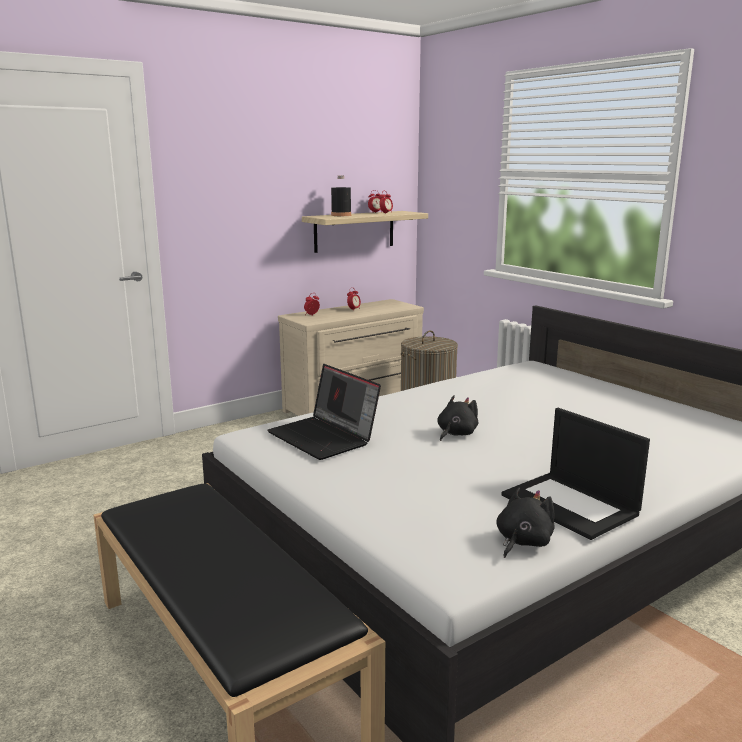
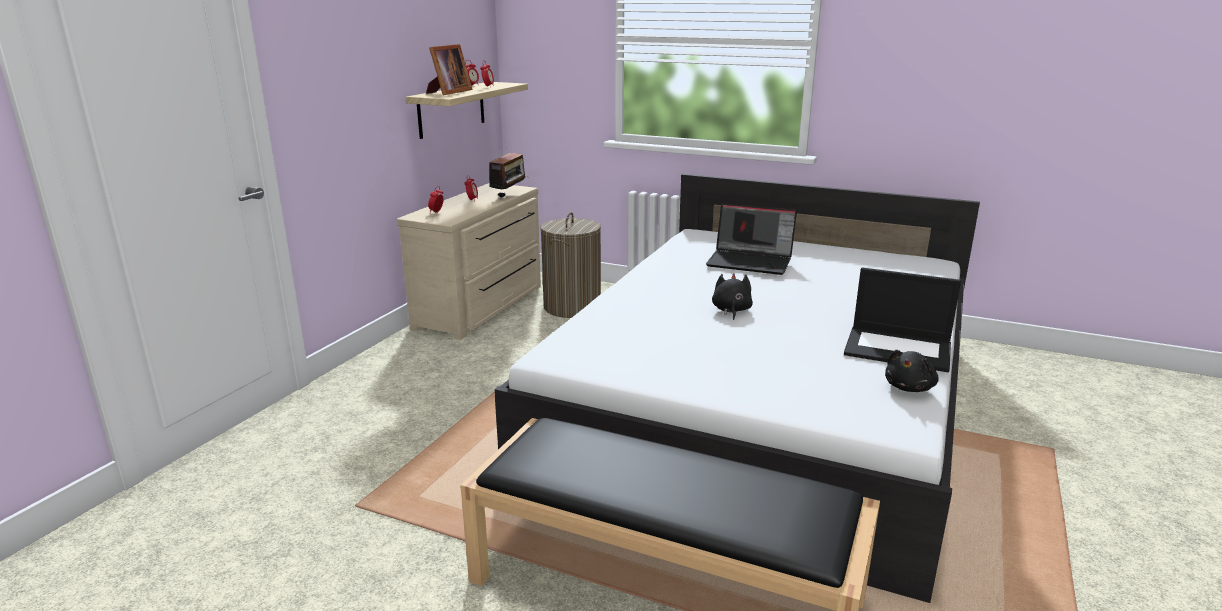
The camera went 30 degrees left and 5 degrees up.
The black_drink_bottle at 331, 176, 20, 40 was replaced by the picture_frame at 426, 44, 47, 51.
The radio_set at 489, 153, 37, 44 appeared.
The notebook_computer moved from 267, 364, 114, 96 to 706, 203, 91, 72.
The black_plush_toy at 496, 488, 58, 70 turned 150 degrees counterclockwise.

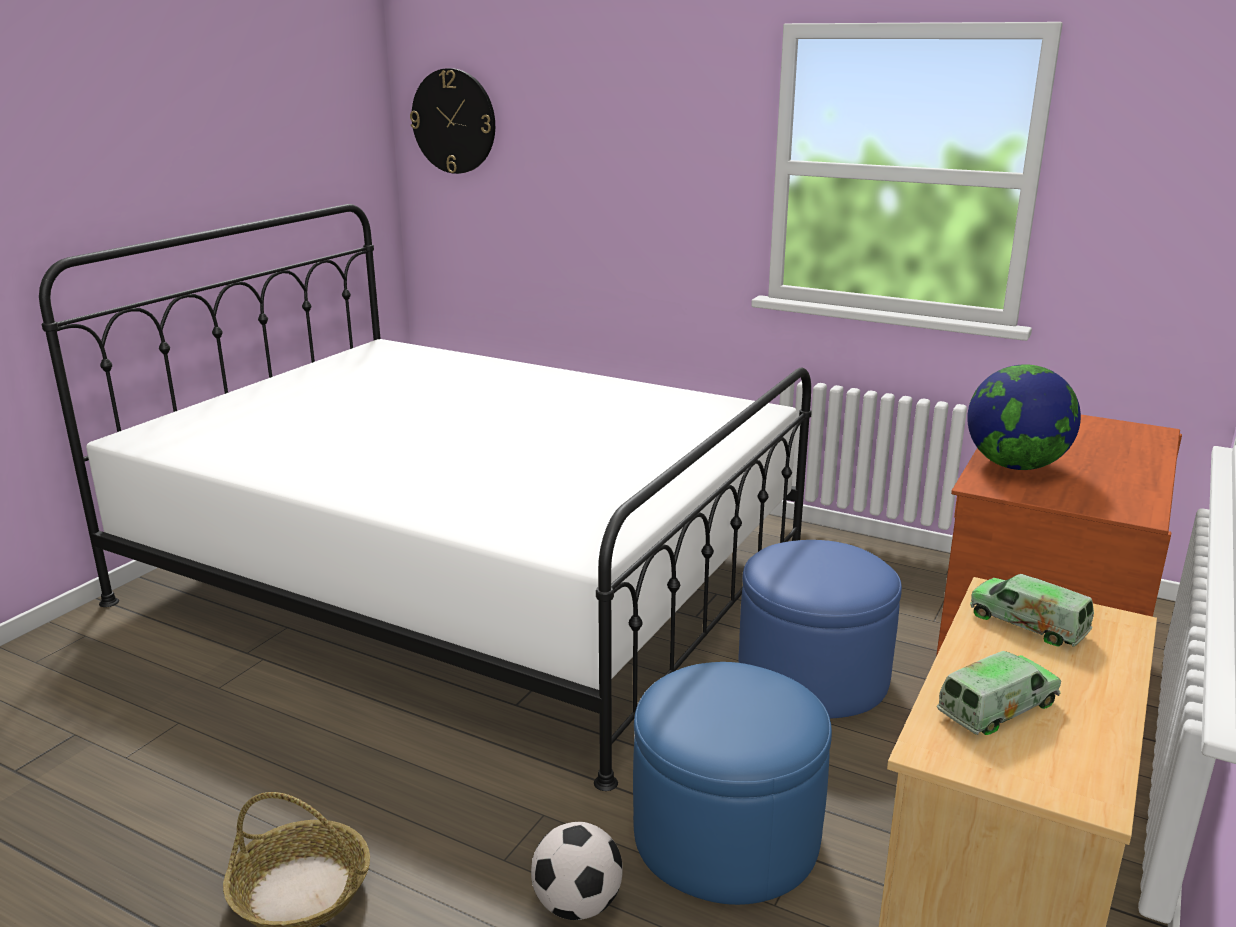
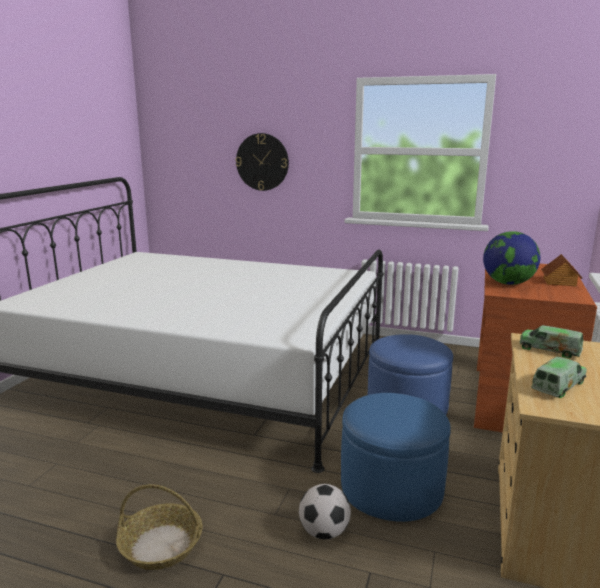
The camera went 10 degrees left and 5 degrees down.
The hanging_clock moved from 410, 68, 85, 106 to 236, 133, 53, 58.
The model_house at 541, 254, 41, 33 appeared.

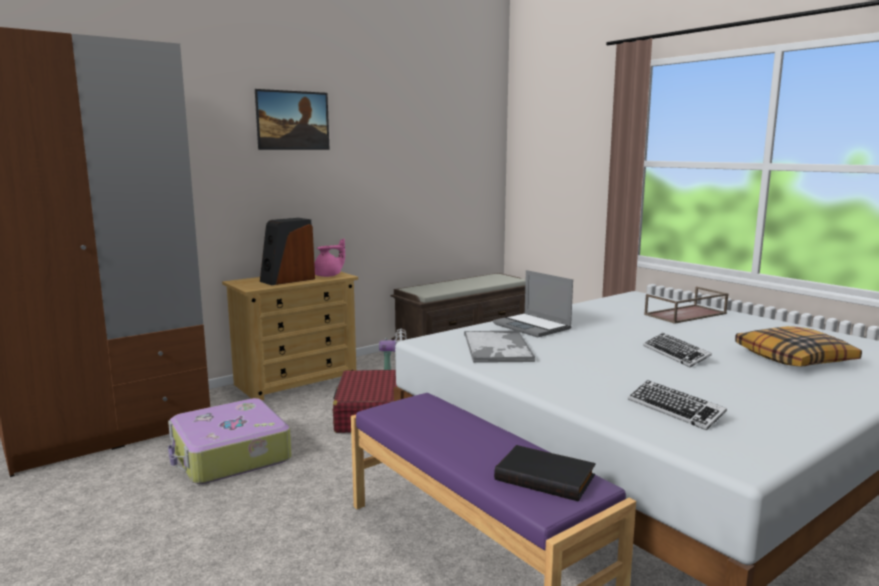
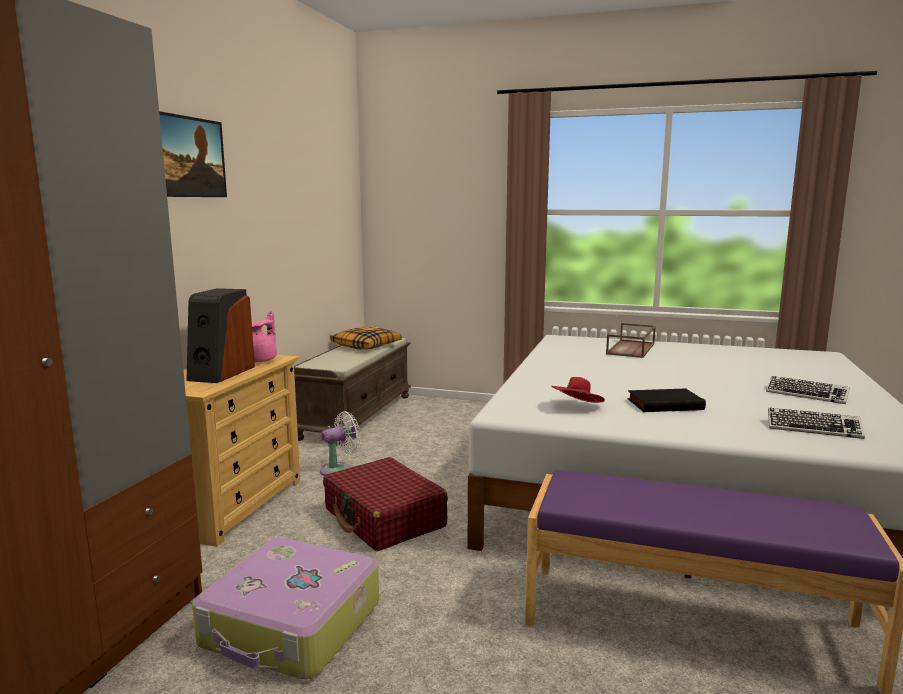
The camera went 35 degrees left and 0 degrees up.
The throw_pillow moved from 735, 326, 127, 40 to 330, 326, 71, 23.
The carrying_tray at 464, 330, 71, 33 was replaced by the red_hat at 551, 377, 54, 26.
The black_bound_book moved from 494, 445, 102, 56 to 627, 389, 79, 23.
The keyboard moved from 643, 333, 69, 34 to 766, 376, 84, 28.
The notebook_computer at 493, 270, 80, 67 disappeared.

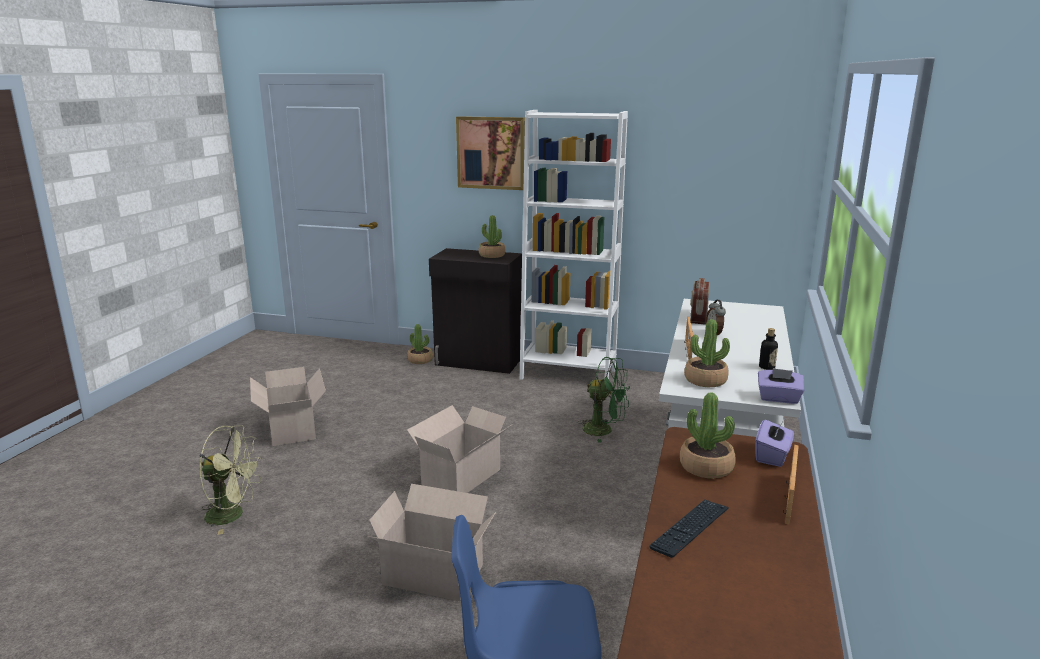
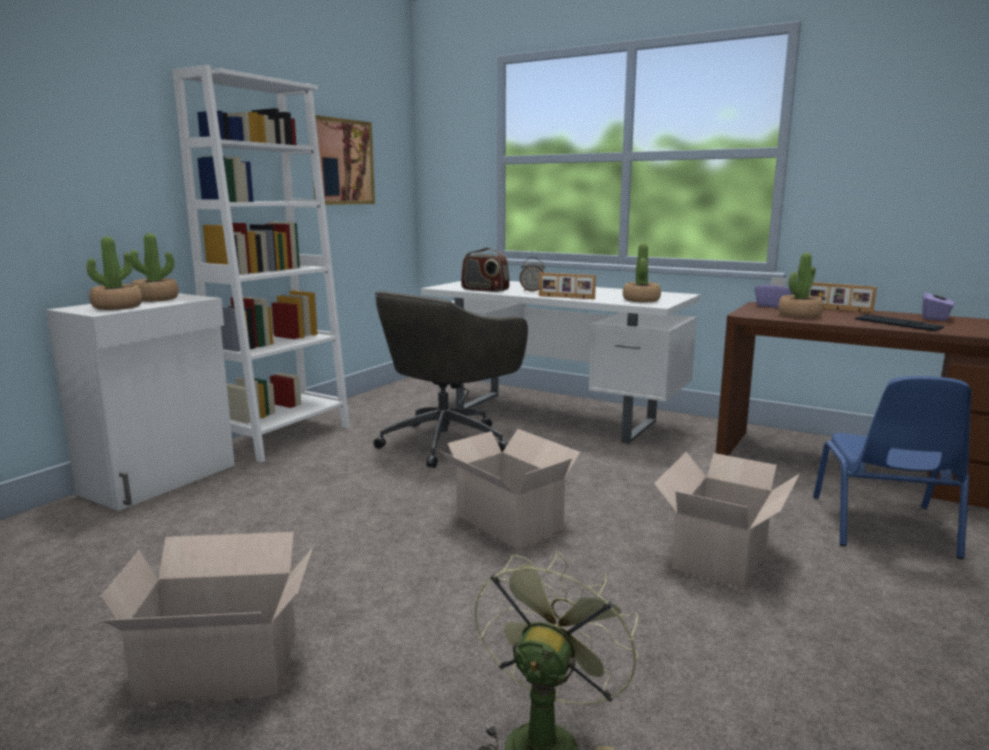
The camera went 75 degrees left and 5 degrees down.
The black_storage_cabinet at 429, 248, 93, 126 became the white_storage_cabinet at 46, 293, 189, 218.
The potted_plant moved from 407, 324, 26, 40 to 86, 236, 56, 74.
The wall_picture moved from 456, 116, 69, 74 to 313, 115, 62, 90.
The green-coloured_electric_fan at 578, 357, 52, 86 was replaced by the greyish_office_chair at 373, 291, 155, 177.
The purple-coloured_tissue_holder moved from 758, 368, 47, 36 to 922, 288, 32, 33.
The drink_bottle at 759, 328, 19, 42 disappeared.

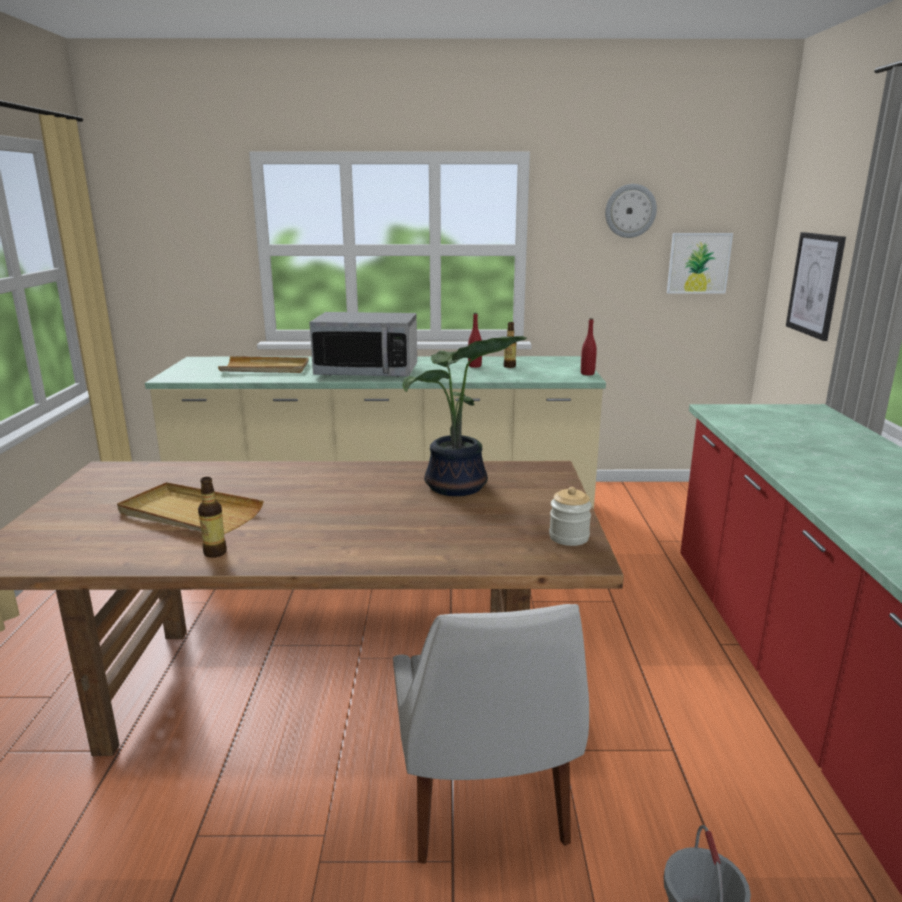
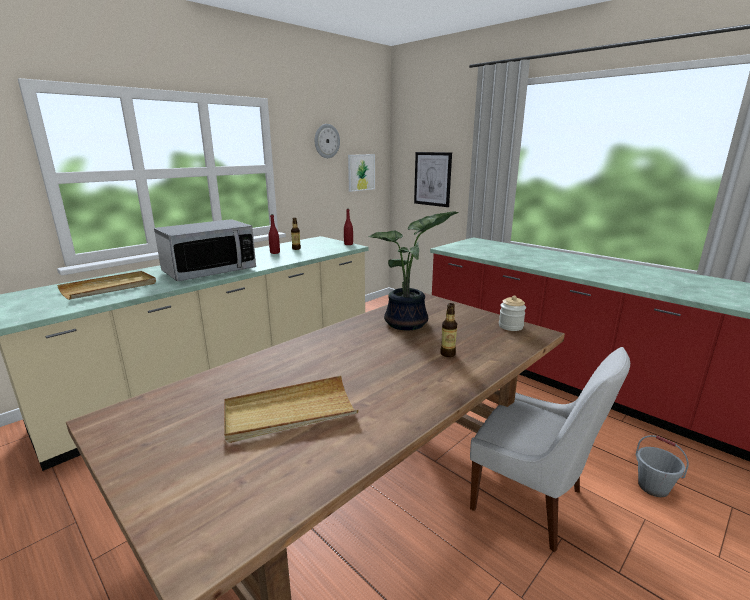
The camera went 45 degrees left and 0 degrees up.
The drink_bottle moved from 198, 477, 29, 81 to 440, 303, 17, 54.

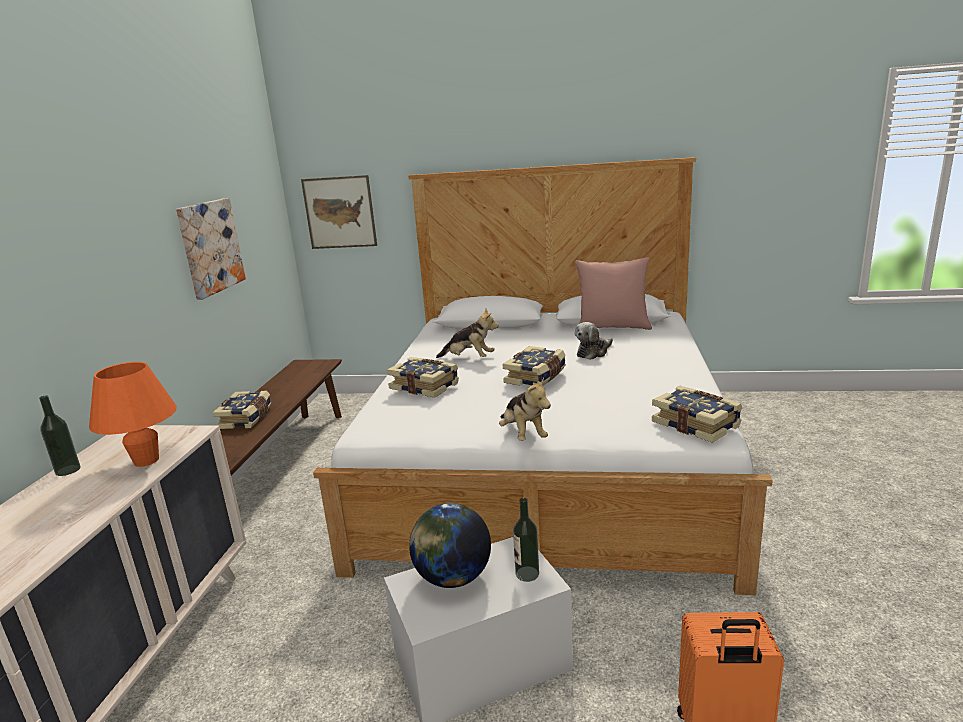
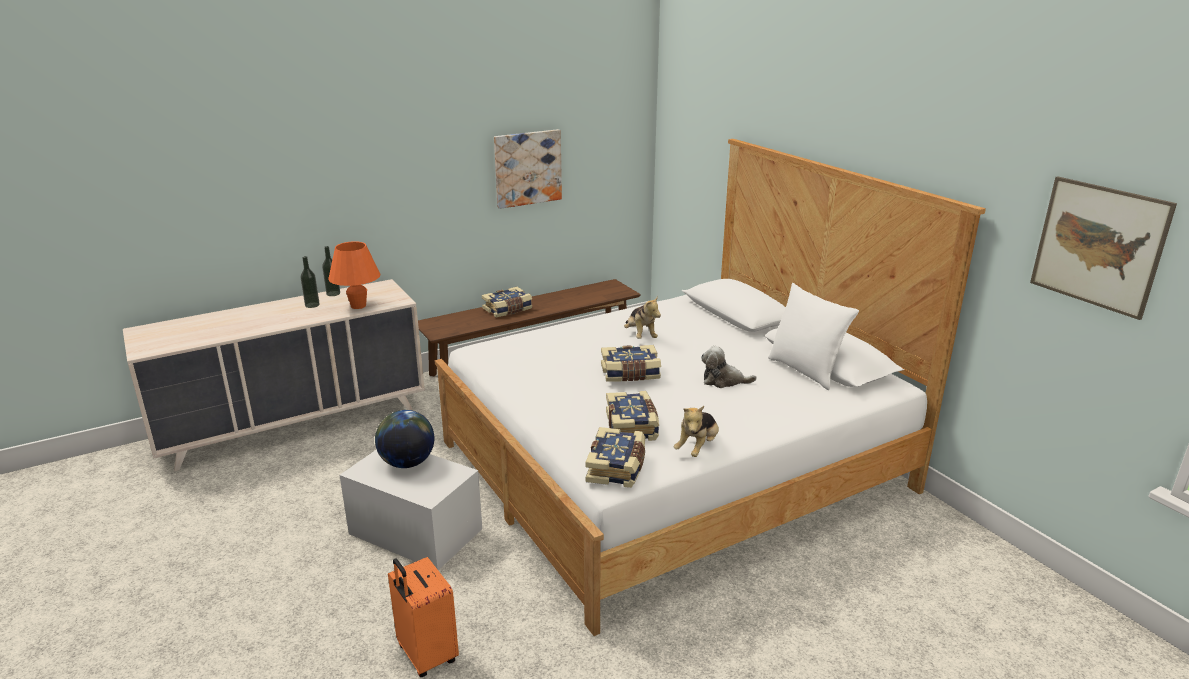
The camera went 50 degrees right and 5 degrees up.
The drink_bottle moved from 513, 498, 26, 84 to 301, 256, 19, 52.
The bound_book moved from 387, 357, 72, 41 to 606, 391, 53, 50.
The plush_toy moved from 499, 377, 52, 64 to 673, 406, 46, 51.
The pinkish_throw_pillow at 575, 258, 77, 72 became the white_throw_pillow at 768, 283, 91, 107.
The wall_picture moved from 301, 175, 76, 74 to 1030, 176, 147, 144.

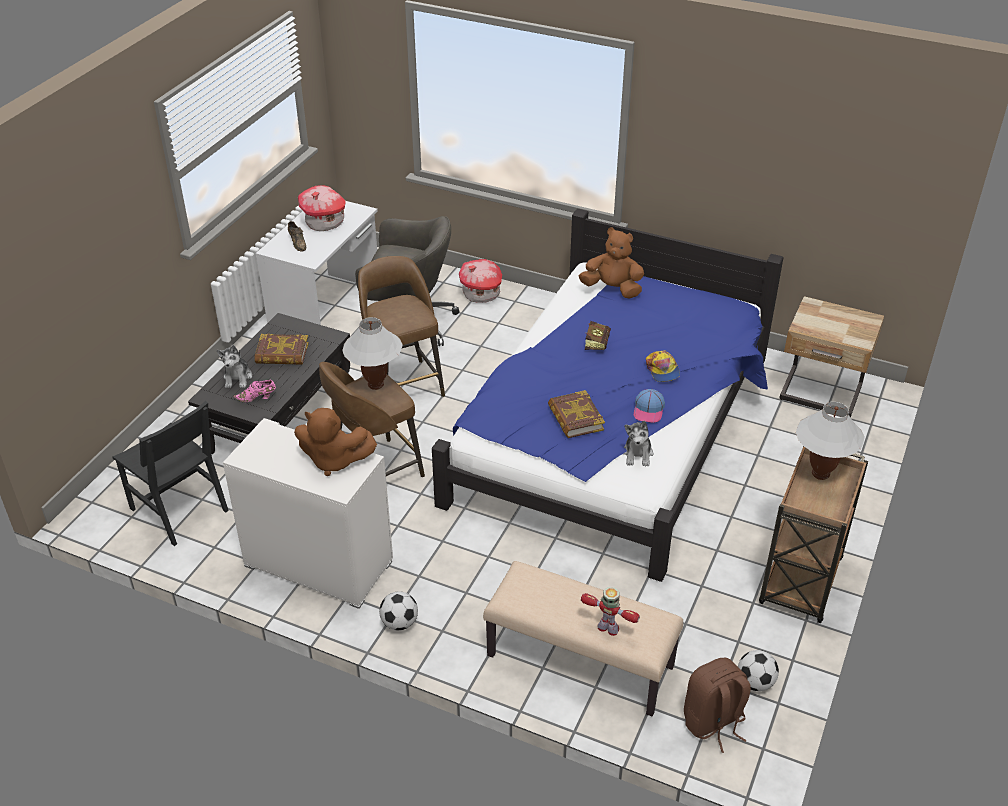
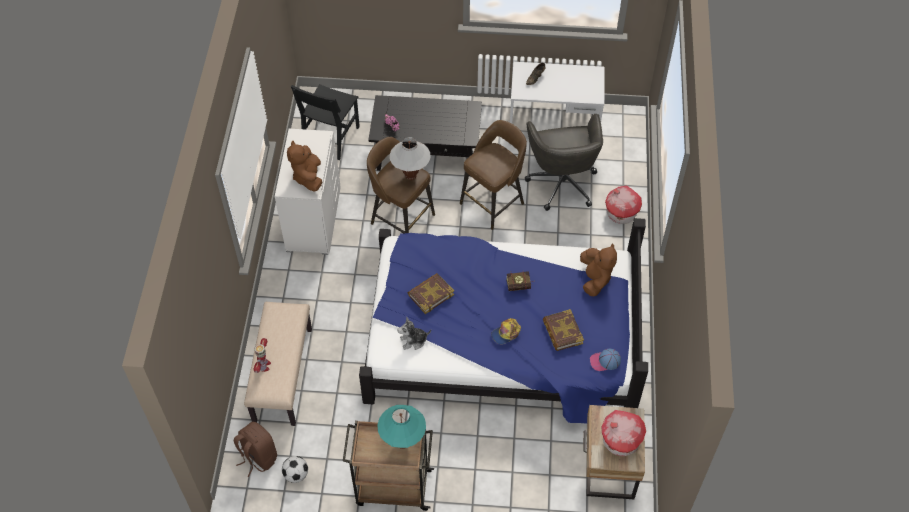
The camera went 70 degrees right and 15 degrees up.
The white_lamp_for_a_table at 796, 402, 69, 78 became the blue-green_lamp_for_a_table at 377, 405, 49, 44.
The bound_book moved from 255, 333, 54, 32 to 543, 309, 41, 42.
The cap moved from 634, 389, 31, 34 to 590, 348, 31, 23.
The model_house moved from 298, 185, 48, 46 to 601, 410, 45, 46.
The plush_toy at 216, 345, 36, 43 disappeared.
The football_ball at 379, 591, 39, 39 disappeared.

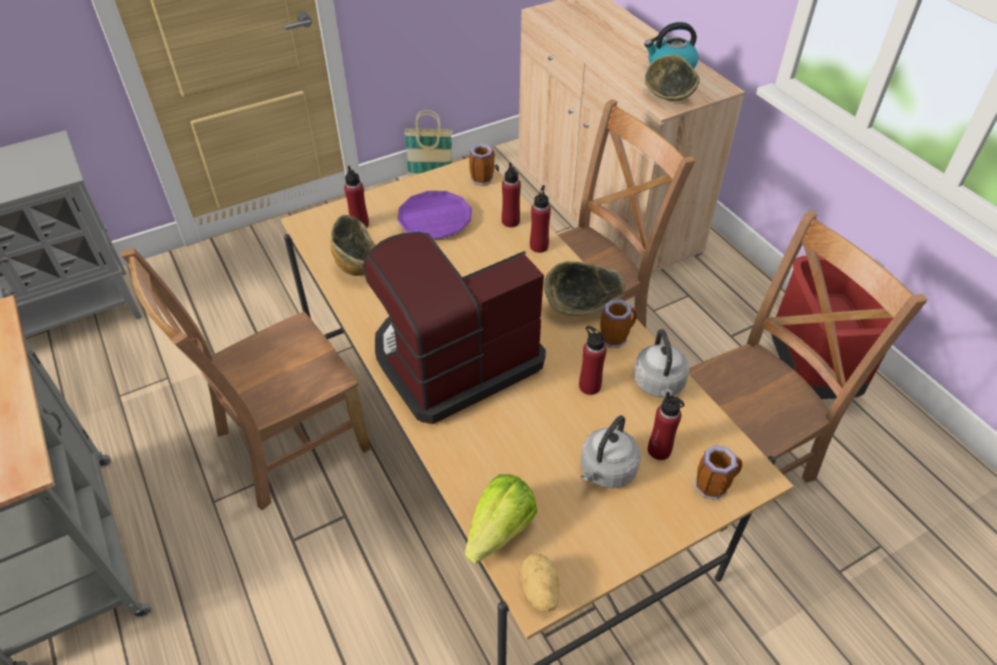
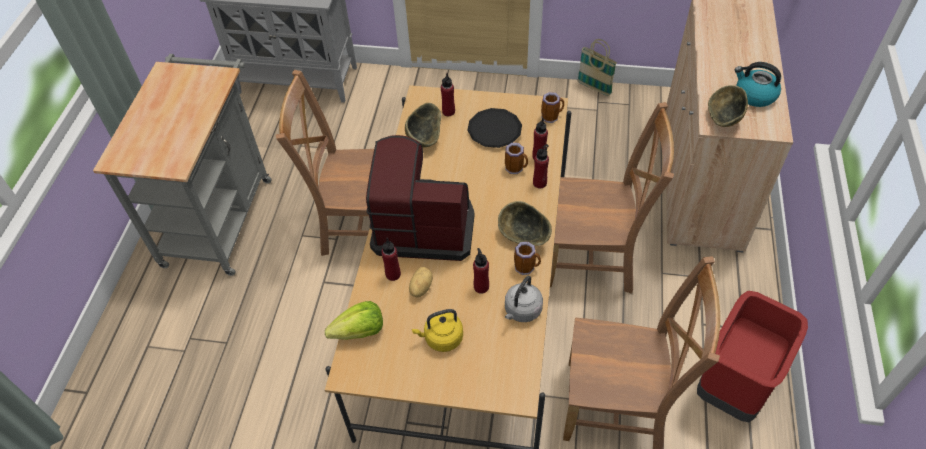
The camera went 40 degrees right and 5 degrees up.
The red_drink_bottle moved from 648, 392, 36, 68 to 381, 237, 20, 44.
The spud moved from 521, 554, 38, 58 to 409, 267, 24, 30.
The greyish_kettle at 580, 415, 61, 73 became the yellow_kettle at 412, 309, 51, 43.
The purple-coloured_plate at 397, 191, 75, 48 became the black_plate at 467, 108, 55, 40.
The coffee_mug moved from 695, 445, 47, 55 to 505, 143, 23, 31.

